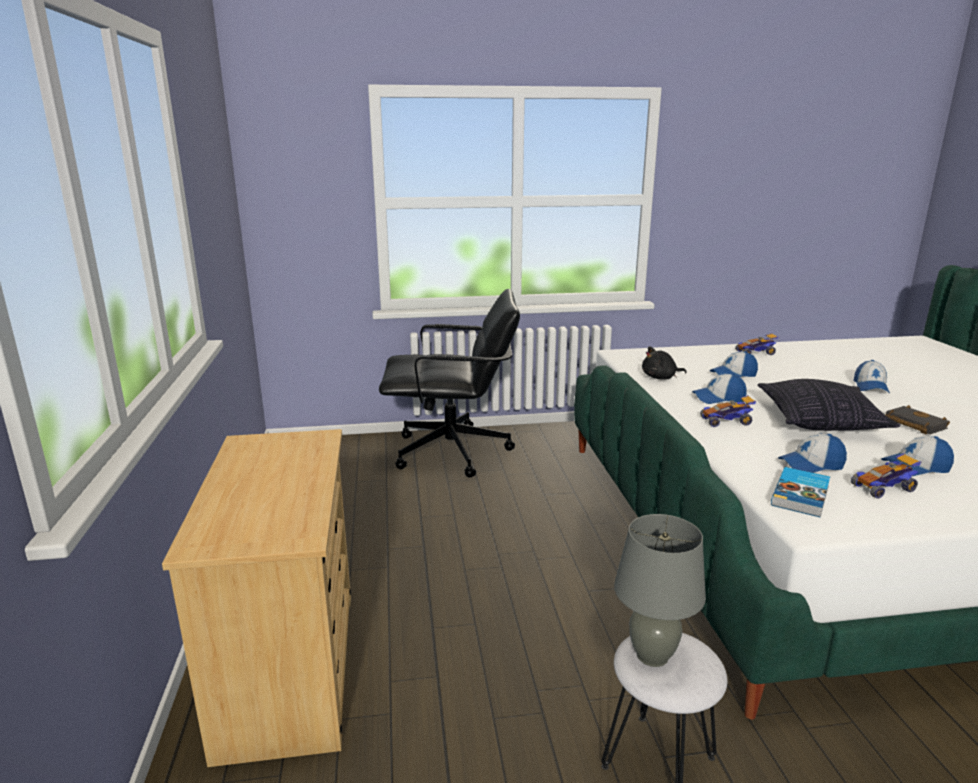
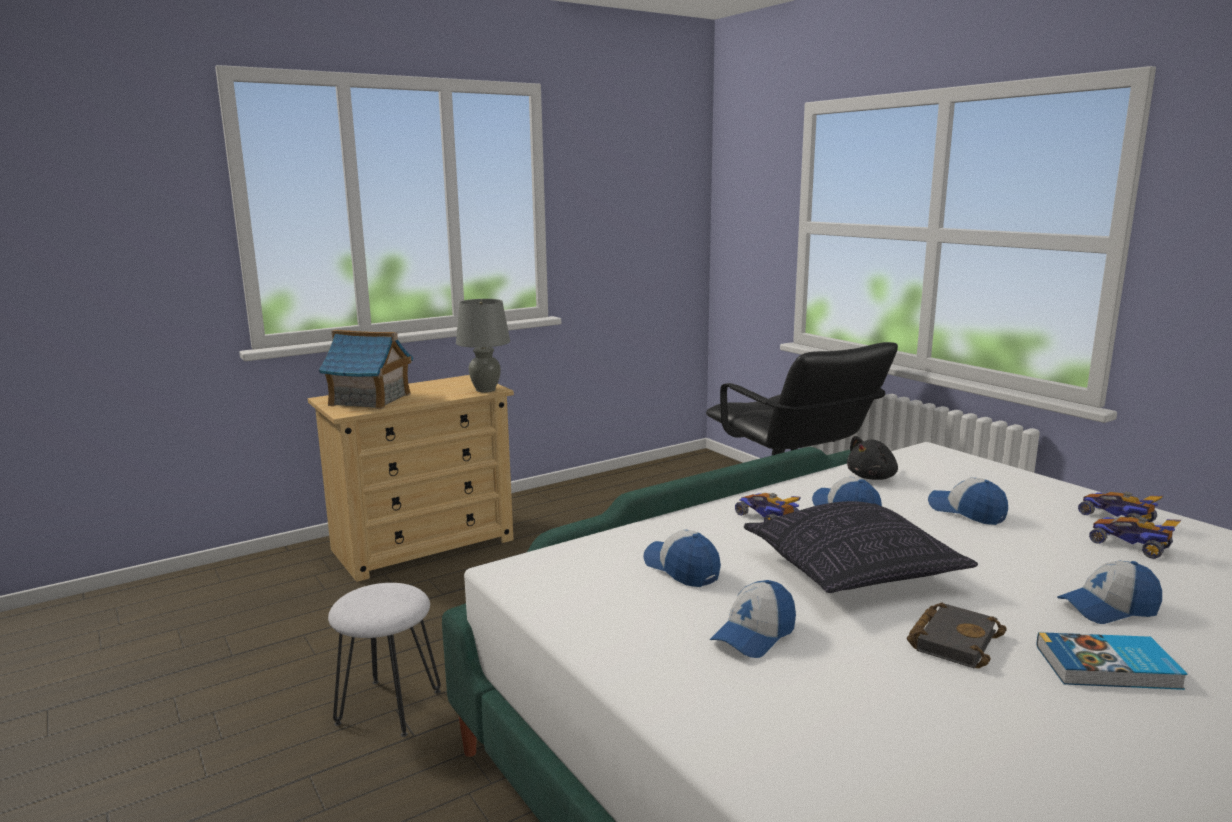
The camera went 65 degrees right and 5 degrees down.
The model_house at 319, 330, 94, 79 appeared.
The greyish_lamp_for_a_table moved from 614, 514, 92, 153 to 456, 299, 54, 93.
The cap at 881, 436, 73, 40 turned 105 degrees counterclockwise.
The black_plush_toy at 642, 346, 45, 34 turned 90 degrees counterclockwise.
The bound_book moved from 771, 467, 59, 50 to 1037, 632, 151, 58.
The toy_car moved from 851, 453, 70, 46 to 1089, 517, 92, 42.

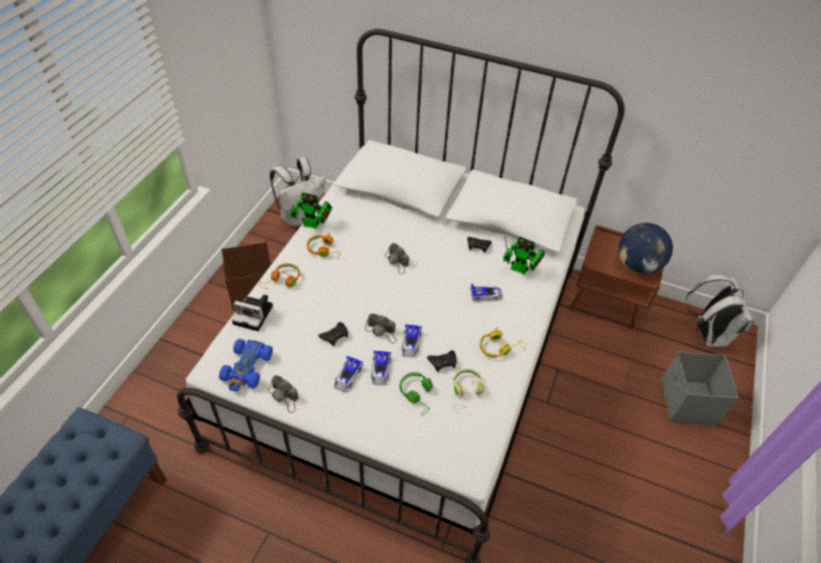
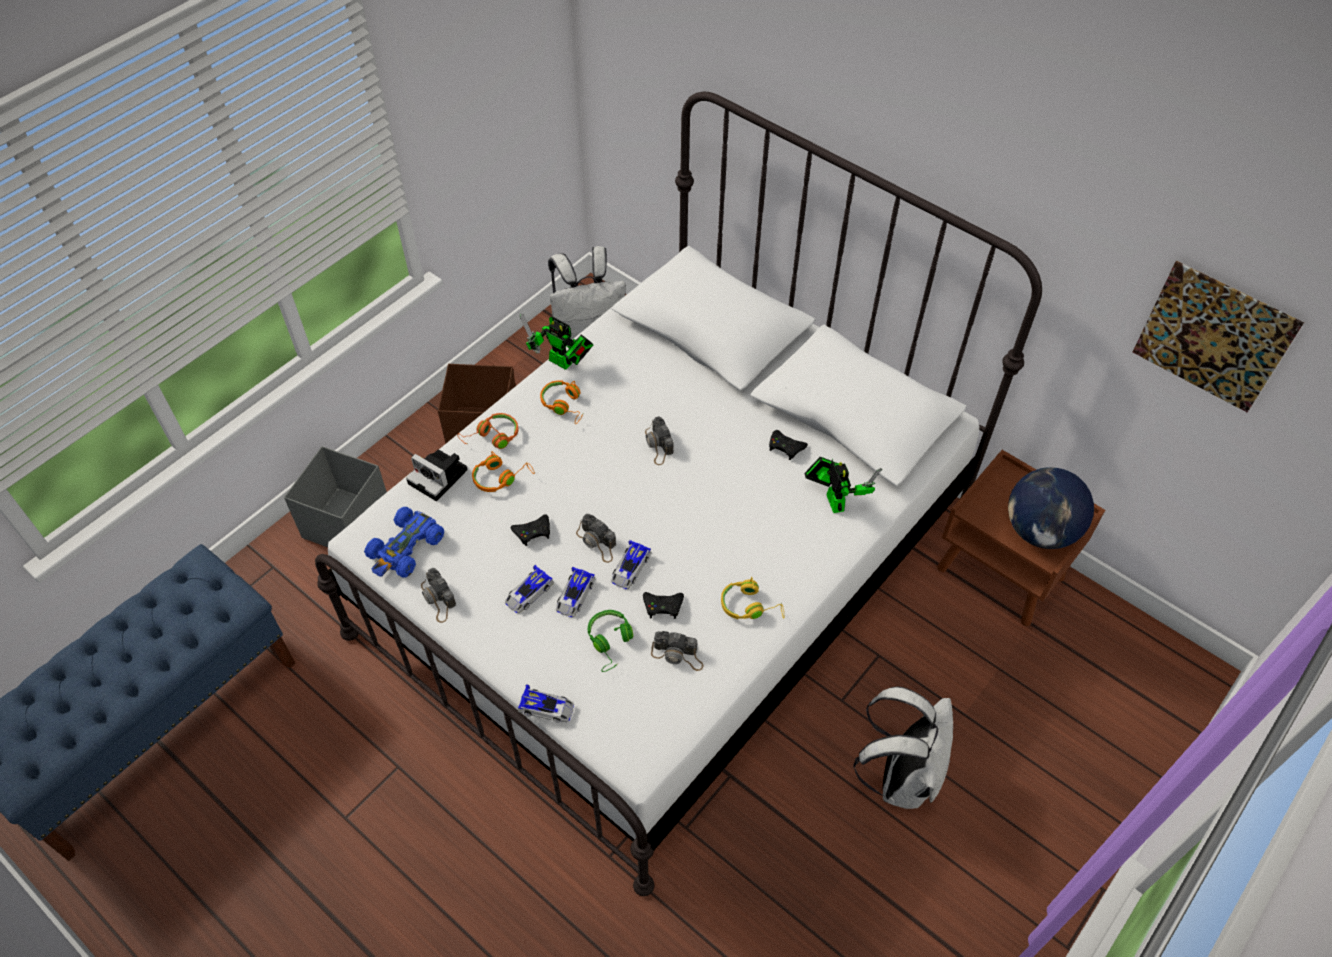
The camera went 20 degrees right and 5 degrees up.
The greyish_storage_container moved from 661, 351, 78, 74 to 284, 446, 103, 101.
The orange_pair_of_headphones at 472, 451, 63, 41 appeared.
The toy_car moved from 470, 284, 33, 18 to 518, 684, 56, 39.
The beige-coloured_pair_of_headphones at 453, 369, 31, 40 was replaced by the still_camera at 651, 631, 53, 40.
The toy_robot at 503, 235, 42, 40 turned 150 degrees counterclockwise.
The white_backpack moved from 686, 274, 68, 73 to 853, 687, 100, 122.
The wall_picture at 1133, 261, 171, 151 appeared.

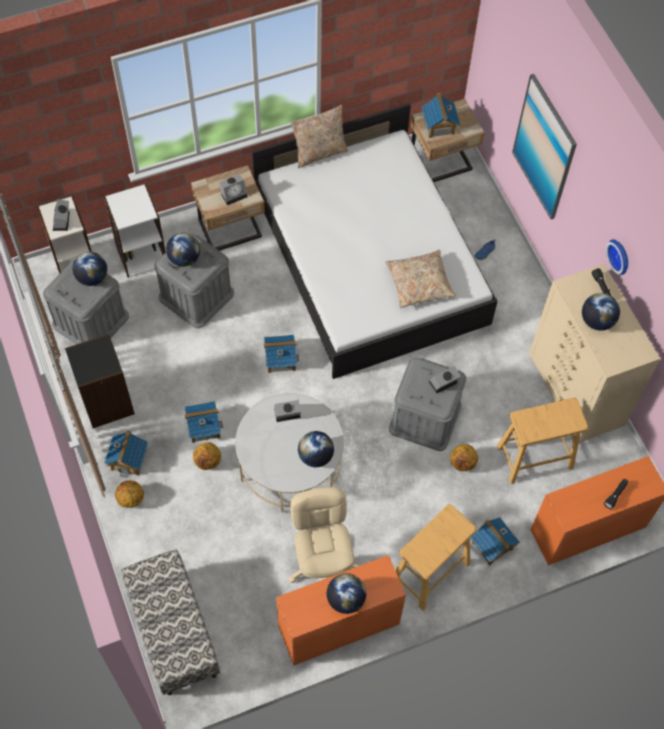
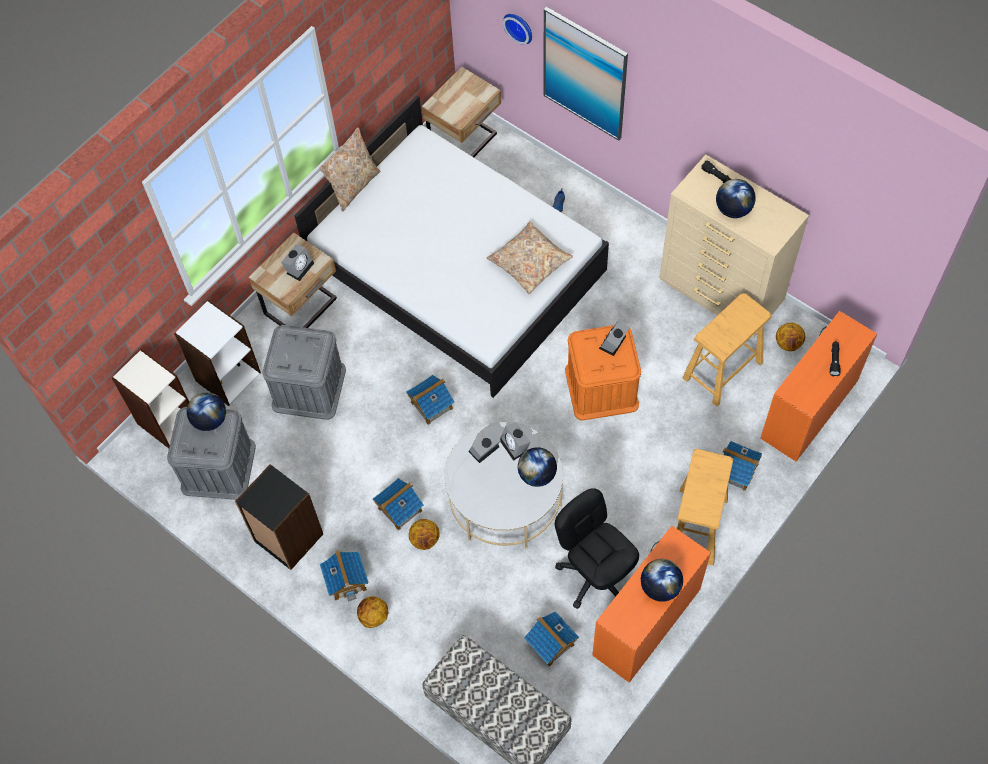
The camera went 25 degrees left and 0 degrees up.
The alarm_clock moved from 53, 199, 16, 32 to 500, 422, 30, 39.
The hanging_clock moved from 606, 239, 22, 36 to 503, 14, 29, 31.
The model_house moved from 421, 93, 39, 45 to 524, 611, 55, 56.
The beige-coloured_office_chair at 288, 487, 71, 96 became the black_office_chair at 555, 488, 84, 121.
The greyish_storage_container at 389, 357, 77, 94 became the orange_storage_container at 565, 325, 76, 95.
The ball_for_basketball moved from 450, 444, 28, 27 to 776, 323, 29, 28.
The globe at 166, 233, 34, 34 disappeared.

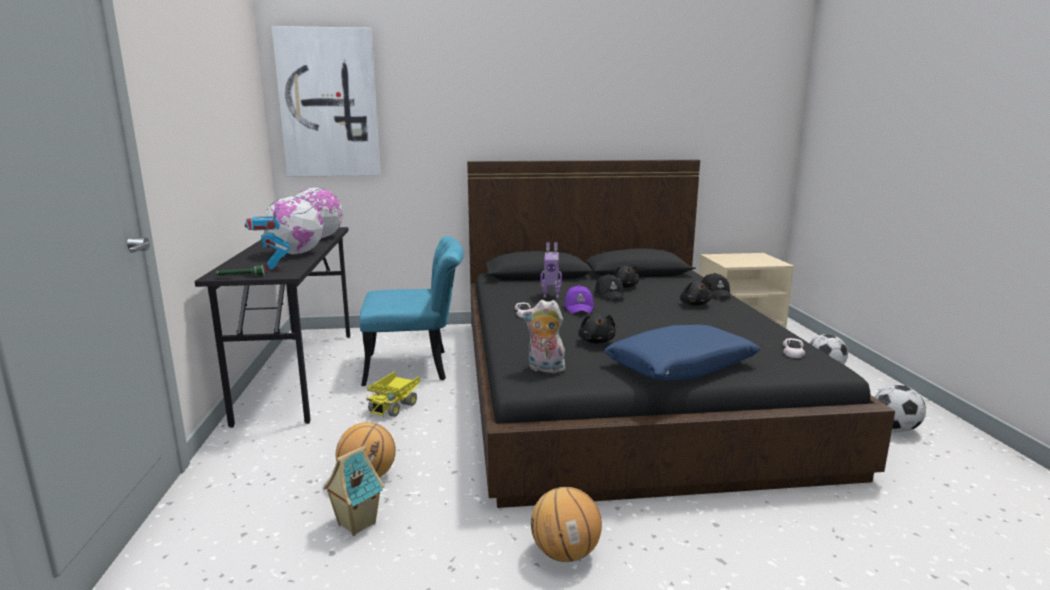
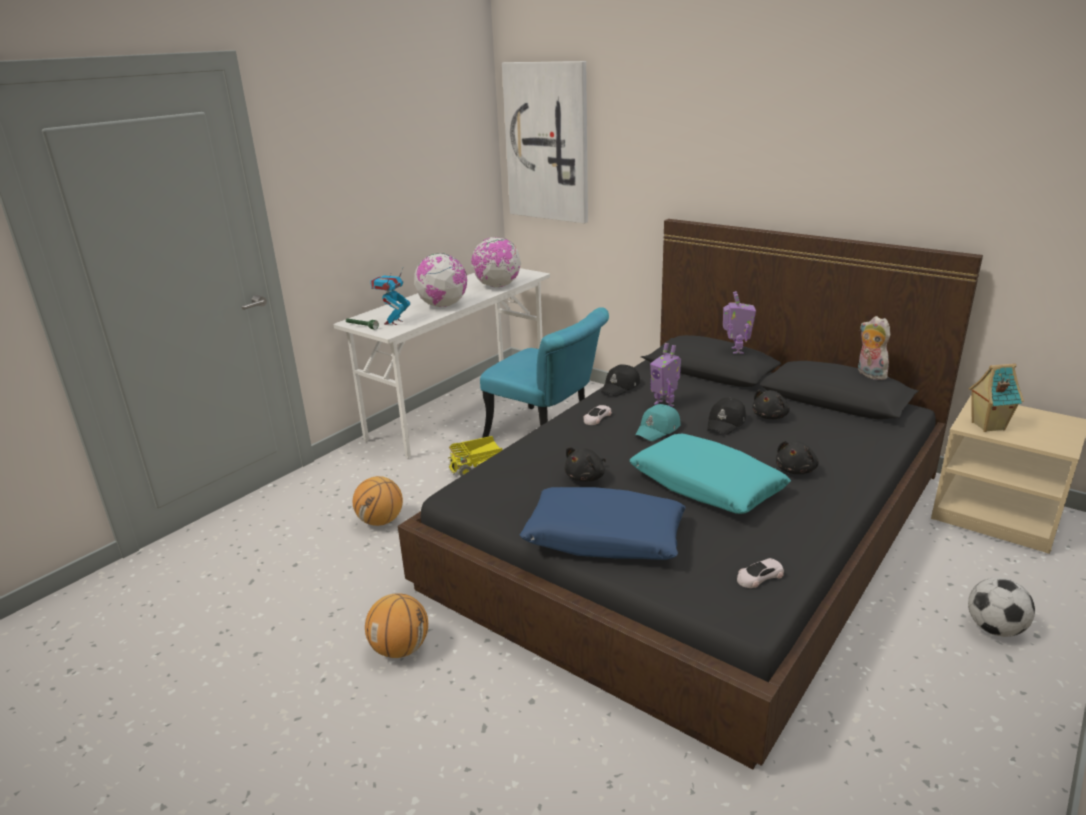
The camera went 45 degrees right and 10 degrees up.
The black_desk at 194, 227, 156, 201 became the white_desk at 334, 268, 216, 191.
The black_cap moved from 702, 273, 28, 26 to 601, 364, 39, 32.
The blue-green_throw_pillow at 630, 433, 161, 81 appeared.
The purple-coloured_cap at 564, 285, 30, 29 became the blue-green_cap at 635, 404, 45, 37.
The toy_robot at 723, 291, 33, 63 appeared.
The plush_toy moved from 523, 300, 44, 73 to 858, 316, 32, 64.
The model_house moved from 323, 446, 61, 90 to 969, 364, 55, 68.
The football_ball at 875, 385, 51, 47 disappeared.

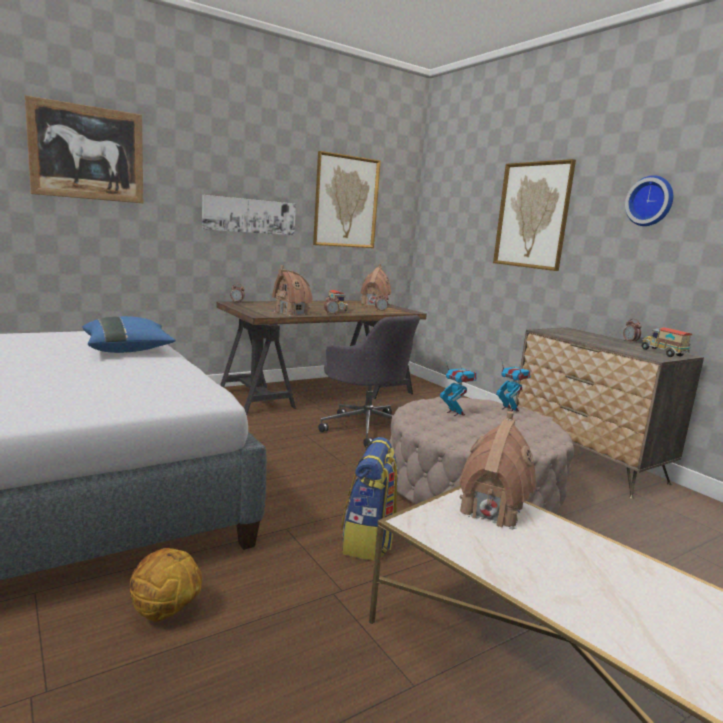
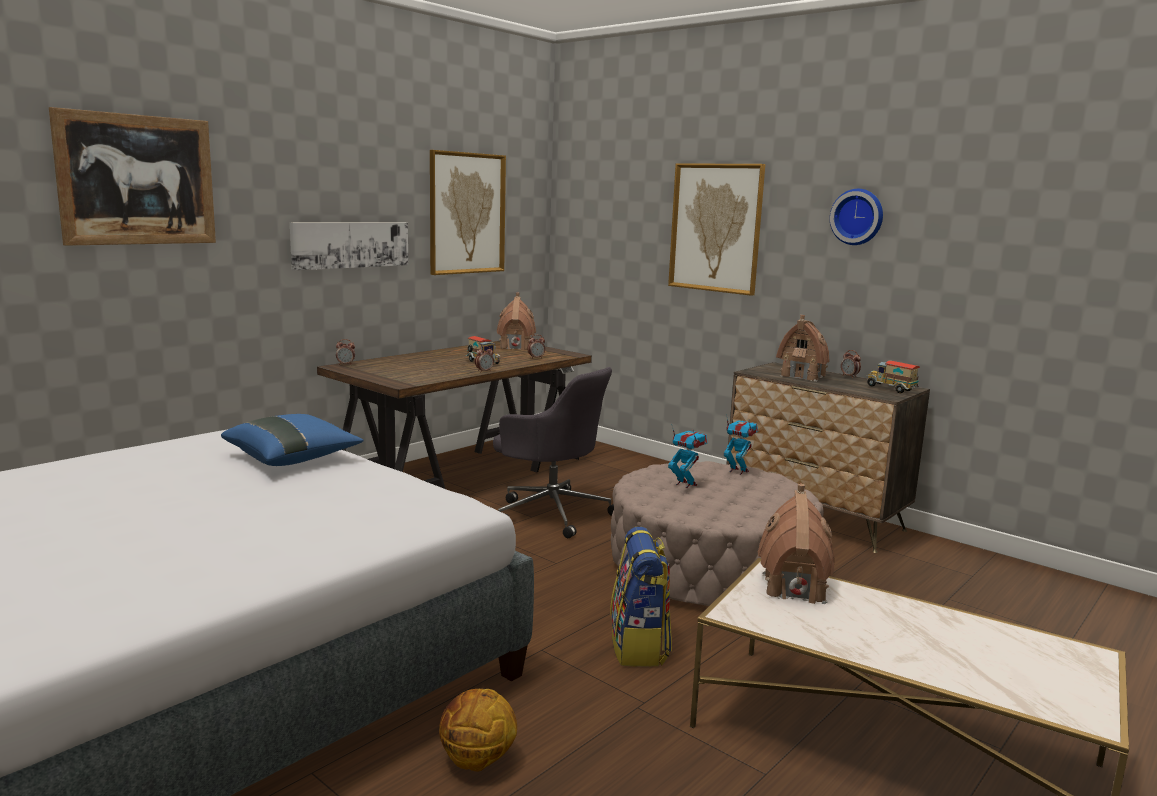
The camera went 15 degrees left and 0 degrees up.
The model_house moved from 272, 265, 41, 51 to 776, 315, 54, 67.

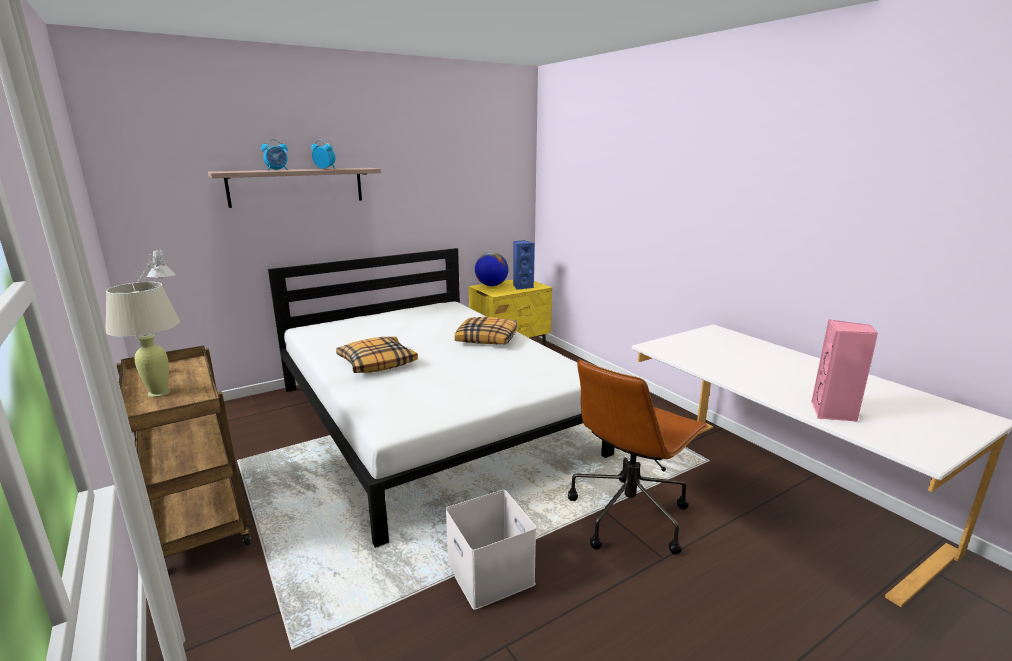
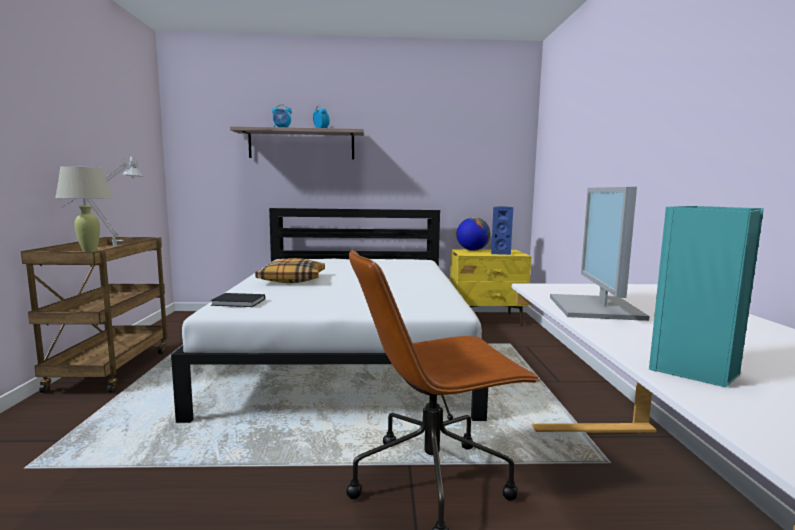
The camera went 30 degrees right and 10 degrees down.
The black_bound_book at 210, 293, 55, 14 appeared.
The monitor at 550, 187, 99, 134 appeared.
The pinkish_loudspeaker at 811, 319, 67, 103 became the blue-green_loudspeaker at 649, 206, 115, 182.
The white_storage_container at 446, 490, 90, 120 disappeared.
The throw_pillow at 455, 317, 62, 27 disappeared.

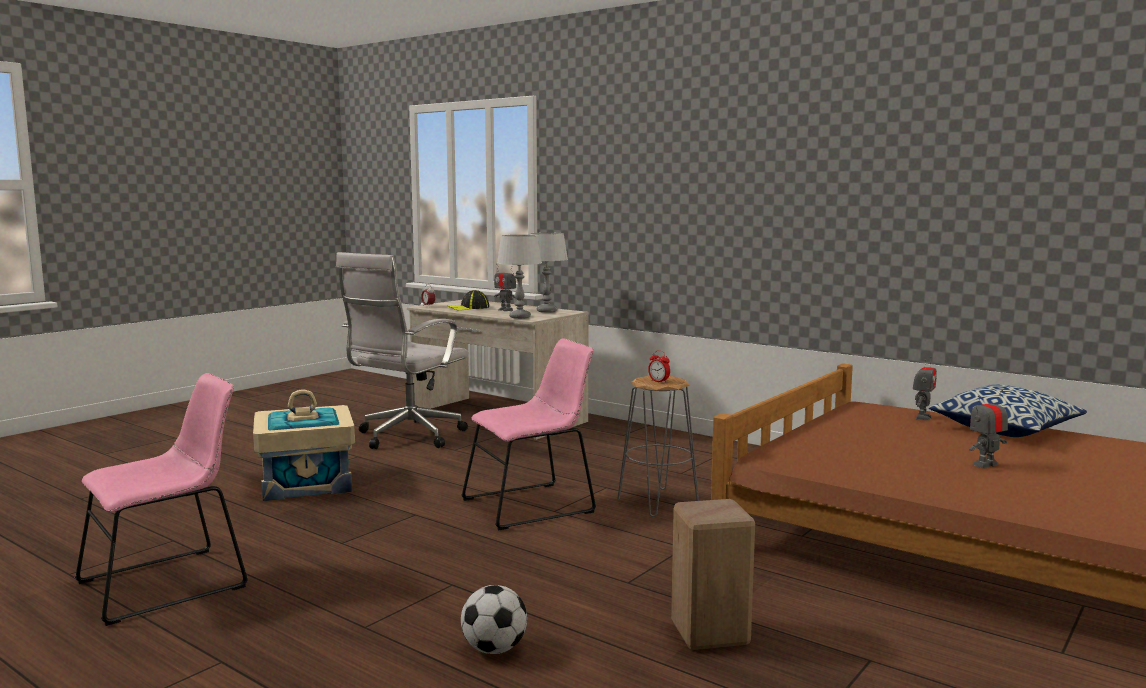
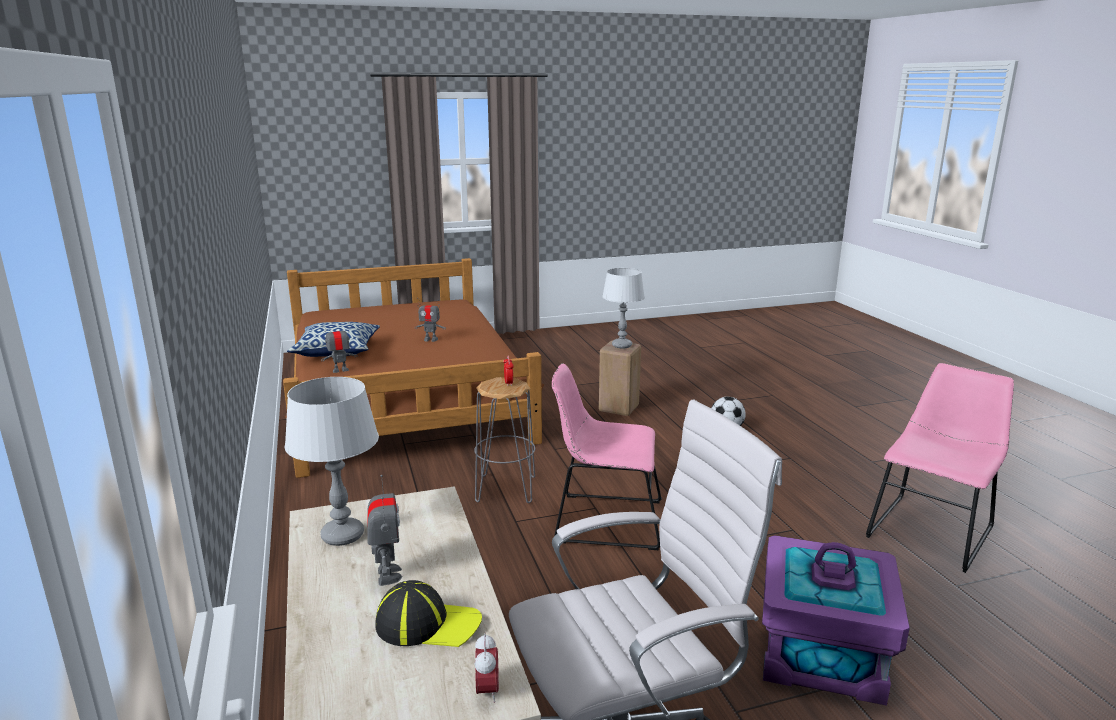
The camera went 145 degrees left and 10 degrees up.
The greyish_lamp_for_a_table moved from 497, 235, 45, 84 to 602, 268, 43, 80.
The beige-coloured_storage_container at 253, 390, 102, 111 became the purple-coloured_storage_container at 762, 535, 148, 171.
The pinkish_chair at 75, 373, 173, 253 turned 135 degrees clockwise.

